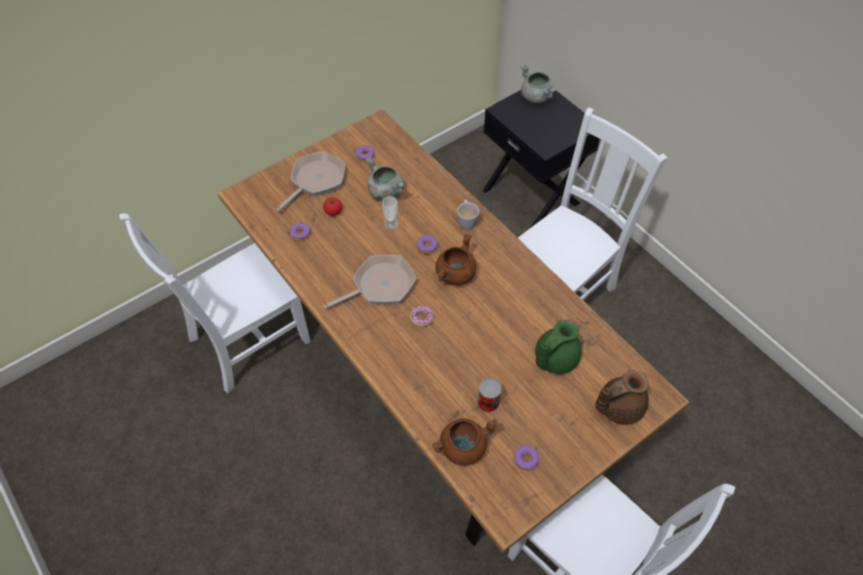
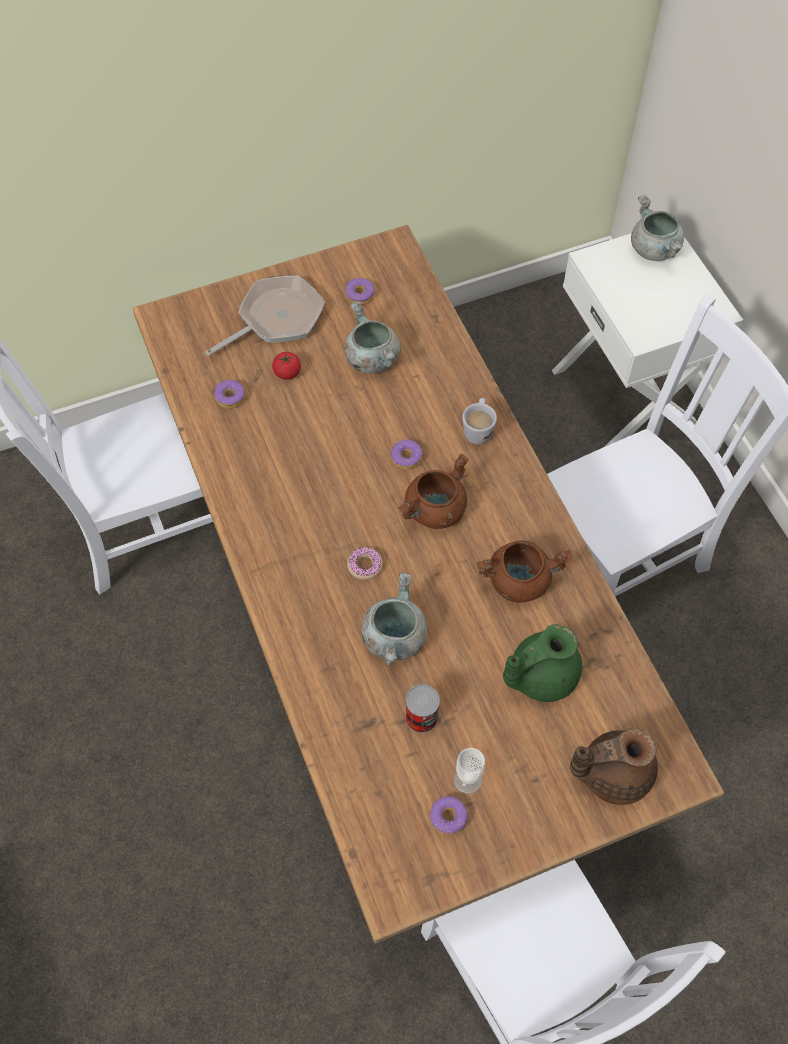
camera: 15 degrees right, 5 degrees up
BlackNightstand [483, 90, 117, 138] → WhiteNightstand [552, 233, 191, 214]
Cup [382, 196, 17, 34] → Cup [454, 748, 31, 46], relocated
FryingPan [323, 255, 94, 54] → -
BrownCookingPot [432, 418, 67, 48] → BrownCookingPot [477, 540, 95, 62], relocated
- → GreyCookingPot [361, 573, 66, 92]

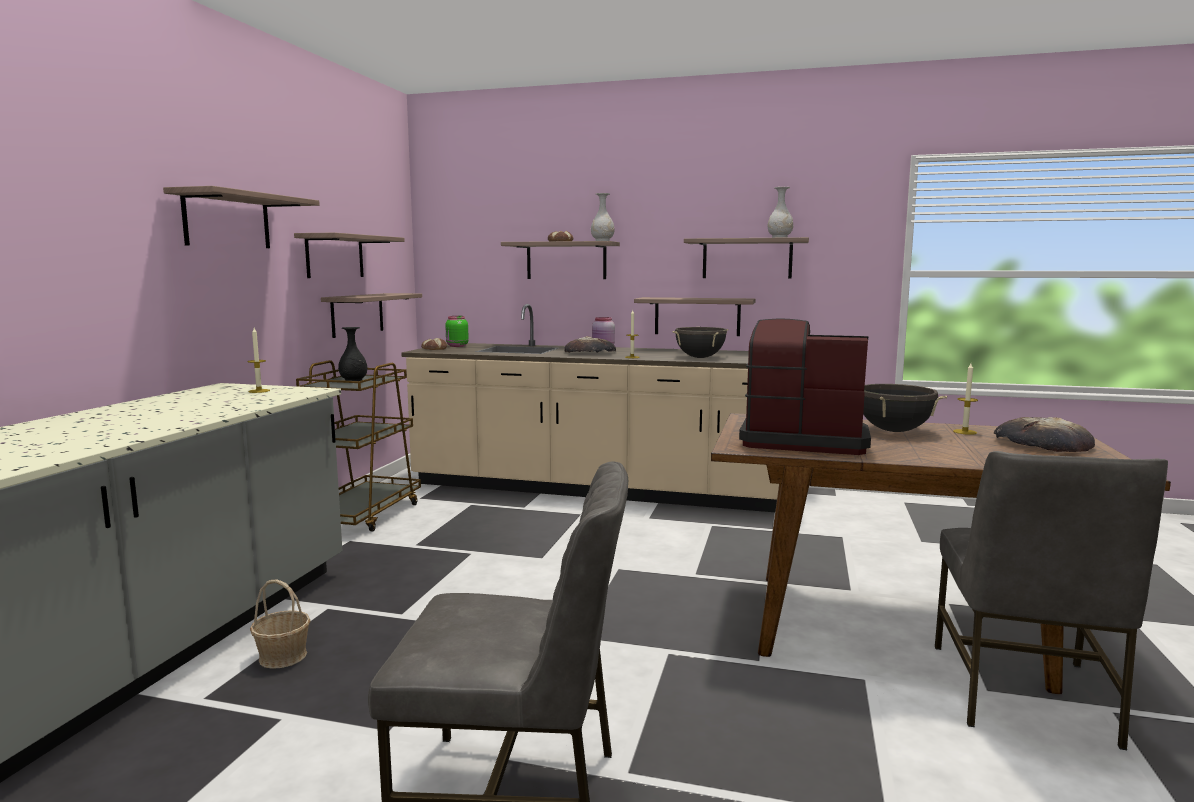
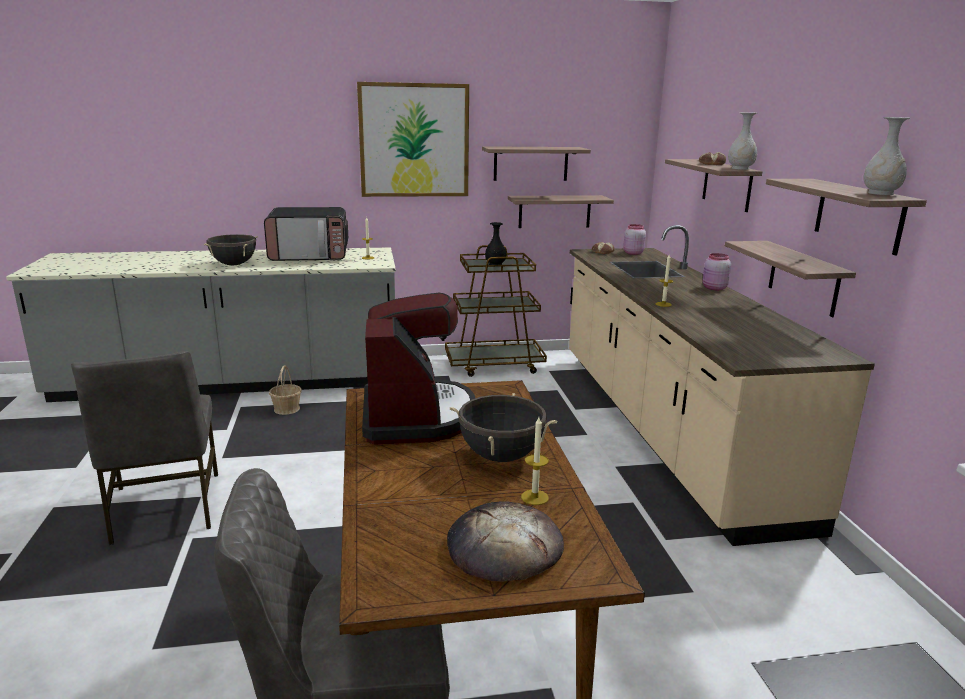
camera: 65 degrees right, 10 degrees up
Shelf [163, 186, 157, 62] → Picture [357, 82, 112, 115]
GreenJar [445, 316, 24, 31] → PinkJar [623, 224, 23, 31]
BlackCookingPot [673, 327, 55, 31] → BlackCookingPot [204, 234, 54, 31], relocated
Bread [564, 336, 52, 17] → -
- → Microwave [264, 207, 84, 54]

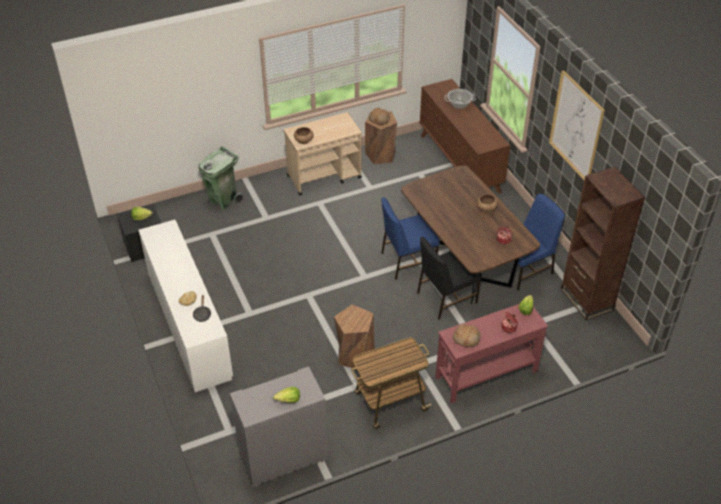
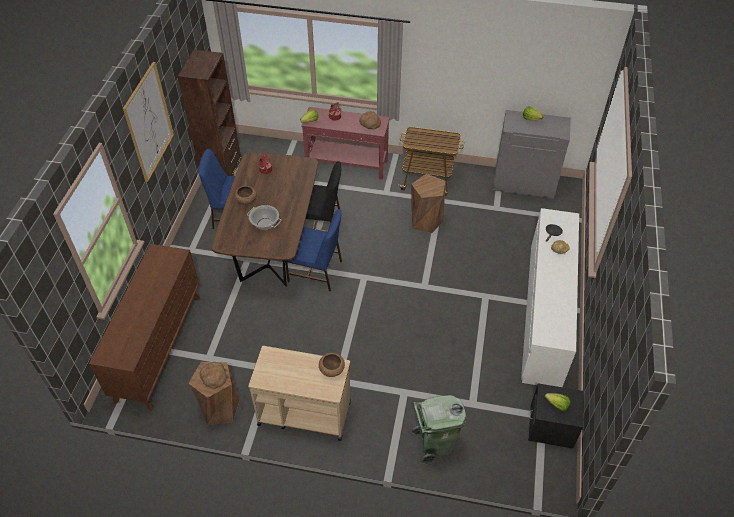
camera: 145 degrees left, 5 degrees up
CookingPot [445, 89, 31, 20] → CookingPot [247, 205, 34, 25], relocated

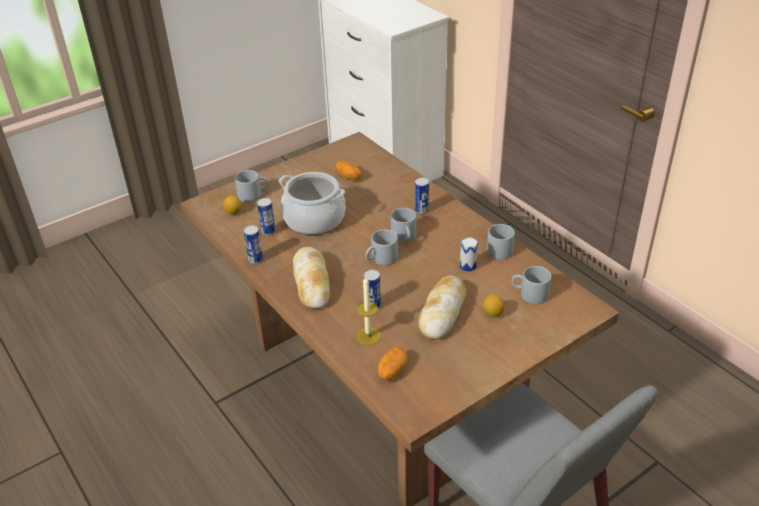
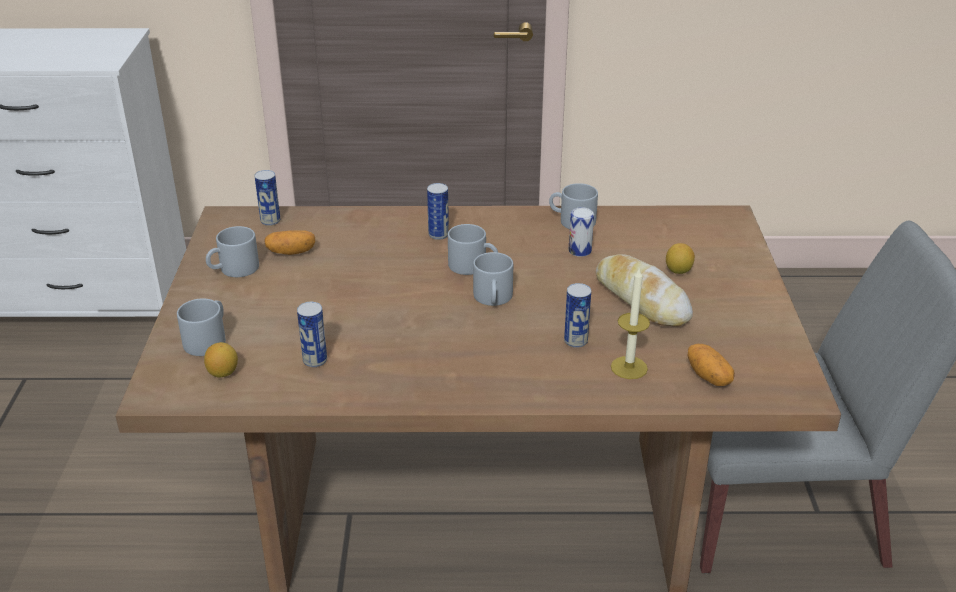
camera: 55 degrees left, 5 degrees down
CookingPot [279, 172, 66, 63] → -
Can [244, 225, 19, 39] → Can [254, 170, 26, 56], relocated
Bread [293, 247, 37, 61] → -
GreyMug [511, 266, 40, 38] → GreyMug [206, 226, 53, 51], relocated

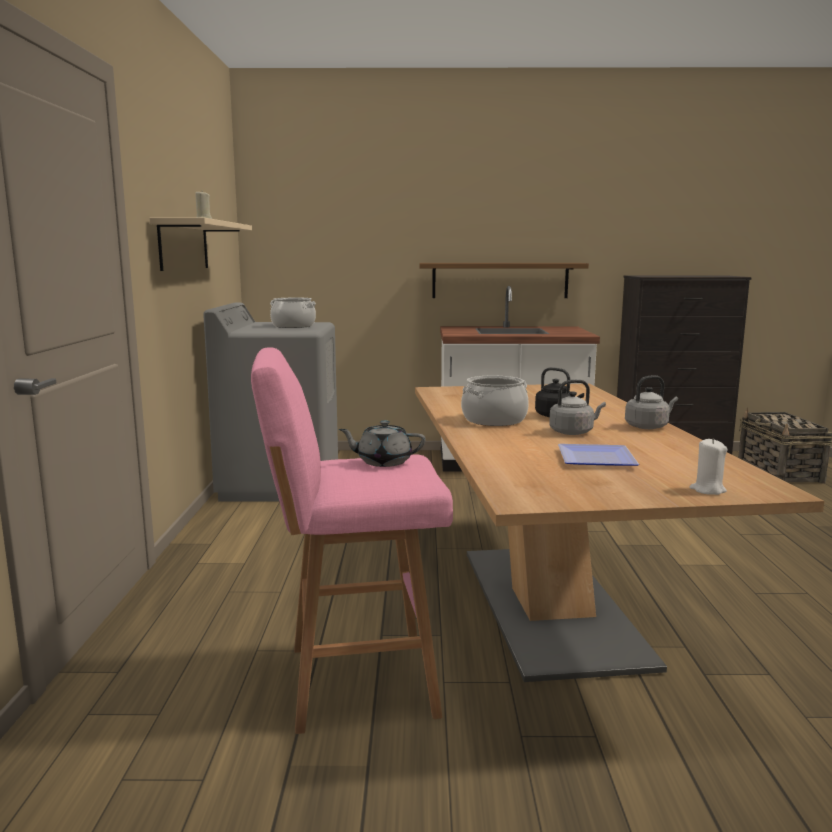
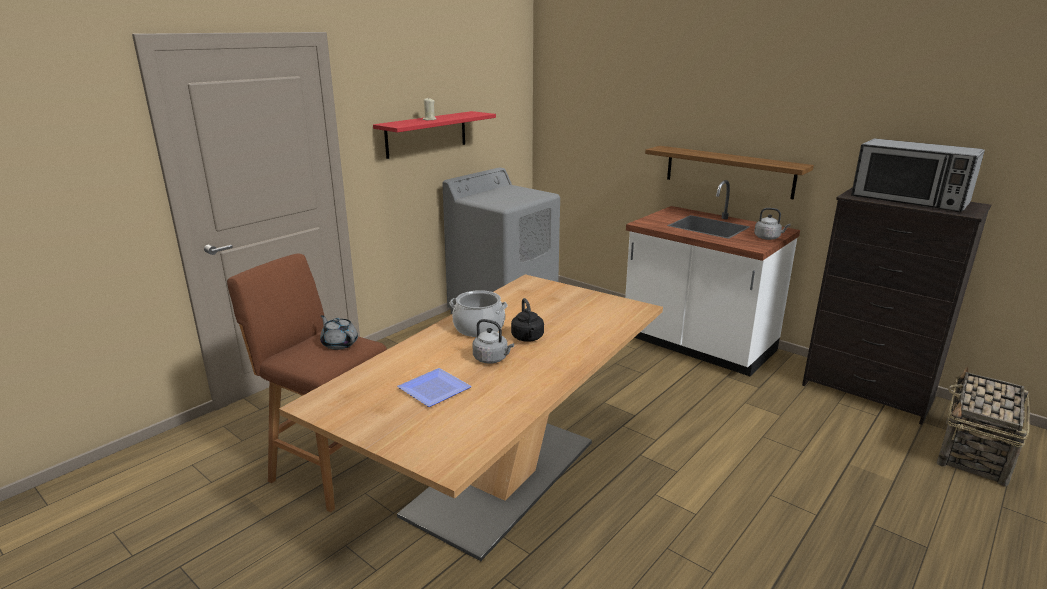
camera: 40 degrees right, 10 degrees up
BeigeShelf [149, 218, 103, 53] → RedShelf [373, 111, 123, 48]
CookingPot [270, 298, 46, 30] → -
PinkStool [251, 347, 202, 387] → BrownStool [227, 253, 160, 259]
GreyKettle [625, 376, 53, 53] → GreyKettle [754, 208, 37, 32], relocated
WhiteCandle [689, 438, 39, 57] → -
- → Microwave [851, 139, 134, 73]

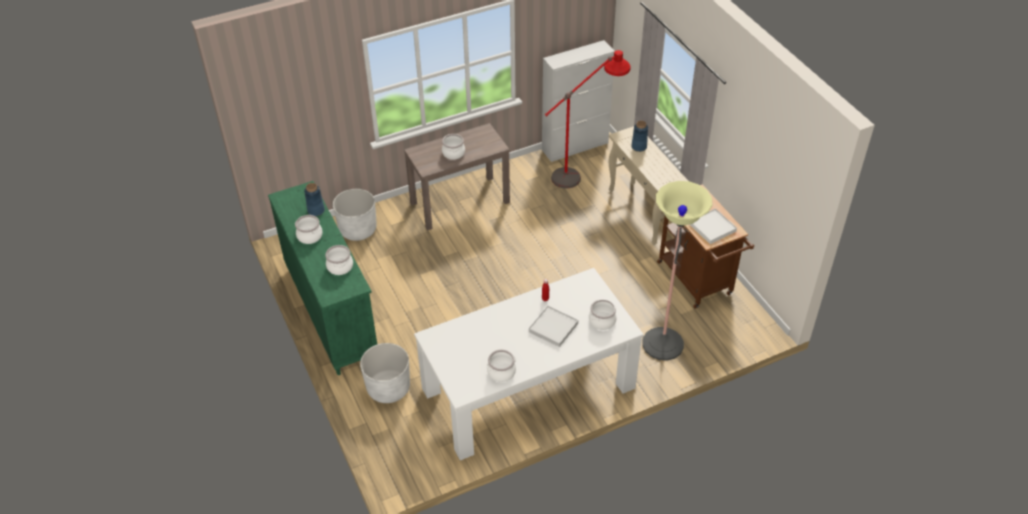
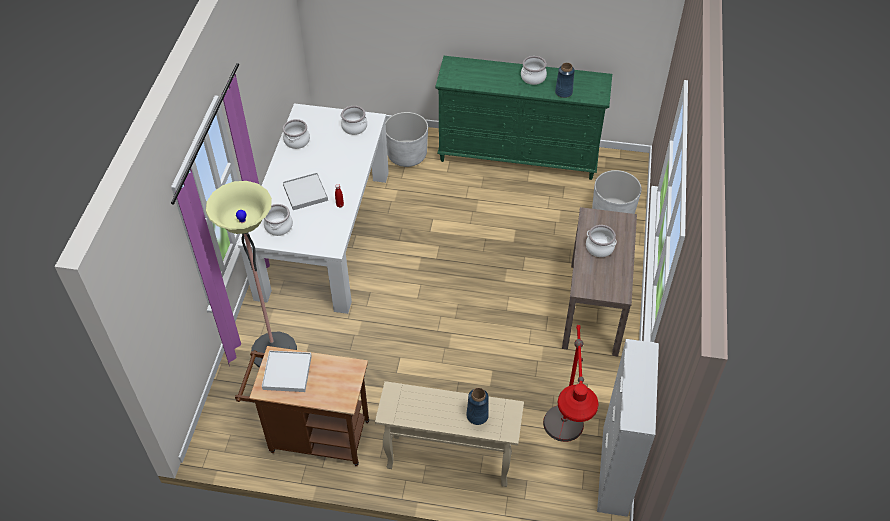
camera: 125 degrees right, 5 degrees up
CookingPot [325, 245, 28, 30] → CookingPot [340, 106, 27, 29], relocated

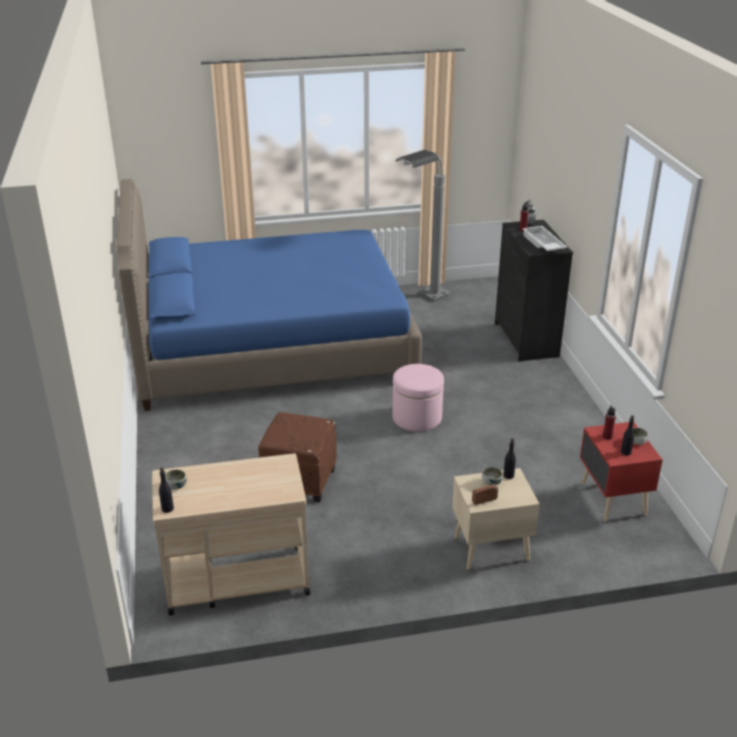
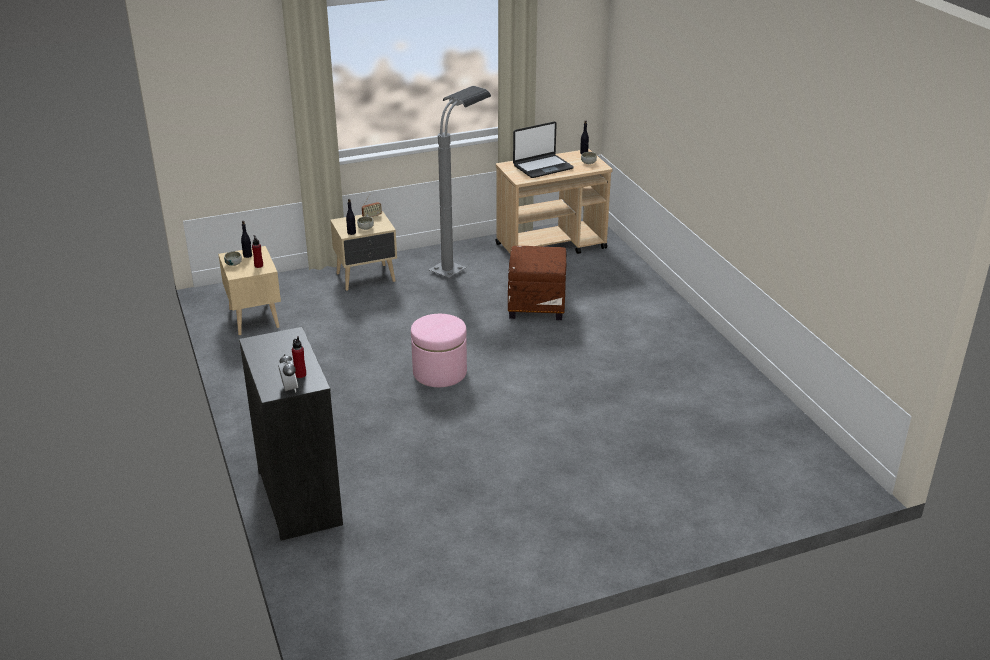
camera: 170 degrees right, 0 degrees up
GreyFloorLamp [396, 150, 55, 150] → GreyFloorLamp [429, 86, 62, 192], relocated
BlueBed [117, 179, 305, 232] → -
WhiteTray [523, 226, 44, 25] → -
RedNightstand [580, 422, 83, 100] → BeigeNightstand [218, 246, 63, 89]
- → Laptop [513, 122, 61, 56]

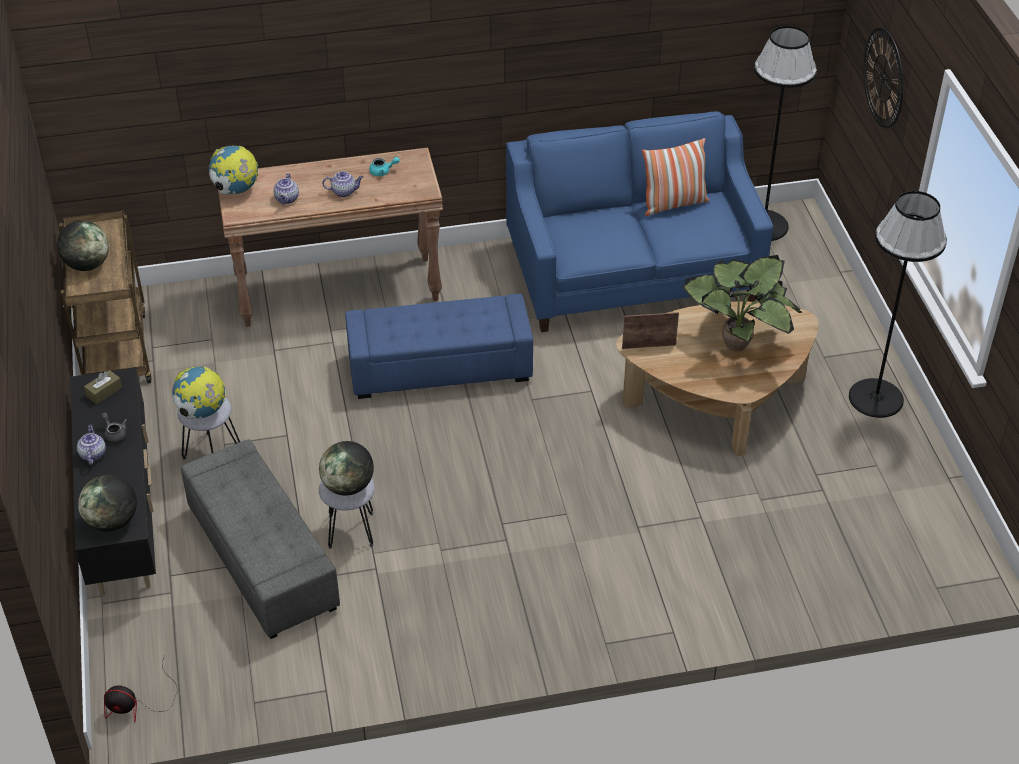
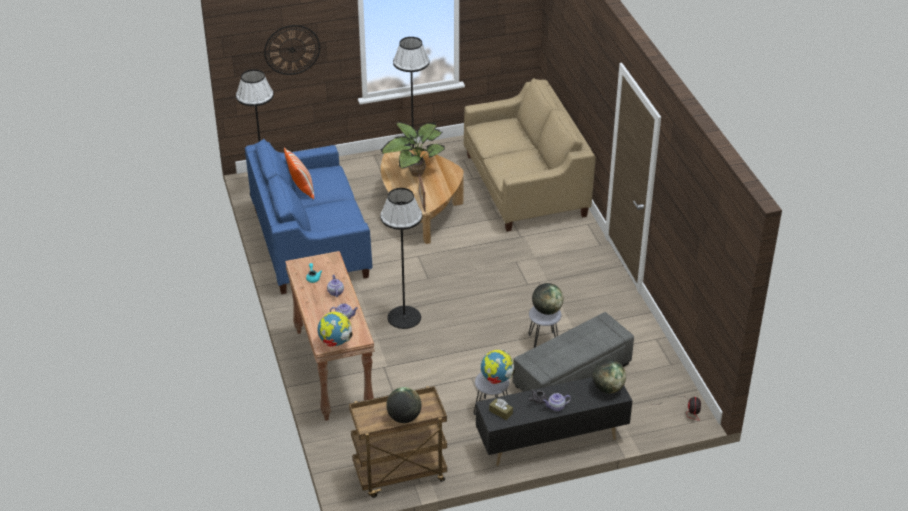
camera: 95 degrees left, 5 degrees down
BlueOttoman [345, 294, 188, 105] → BlackFloorLamp [380, 188, 42, 141]
- → BeigeSofa [464, 78, 132, 154]

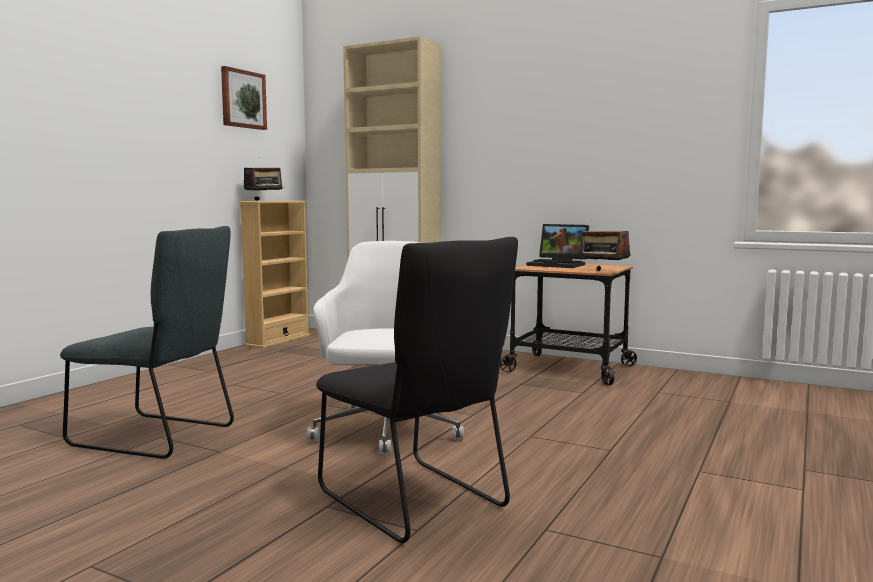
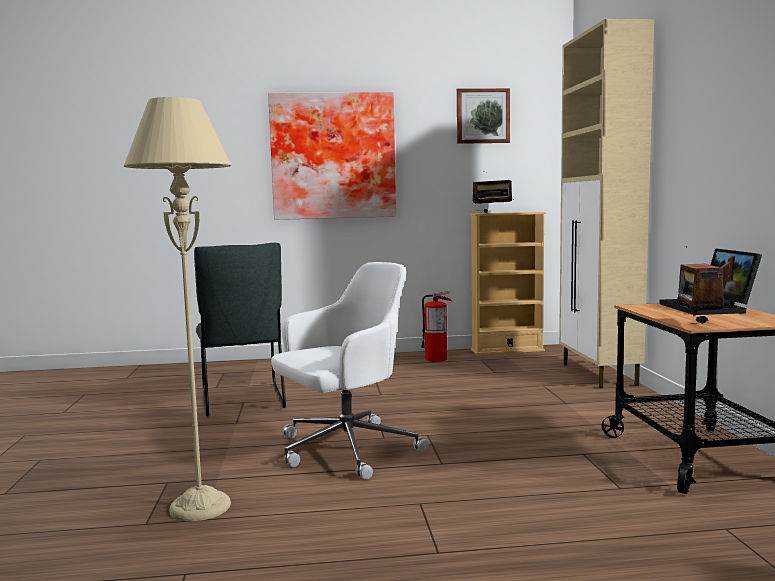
camera: 55 degrees right, 0 degrees up
BlackChair [316, 237, 202, 306] → BeigeFloorLamp [124, 97, 107, 424]
- → Picture [268, 92, 128, 128]
- → FireExtinguisher [421, 290, 31, 72]

